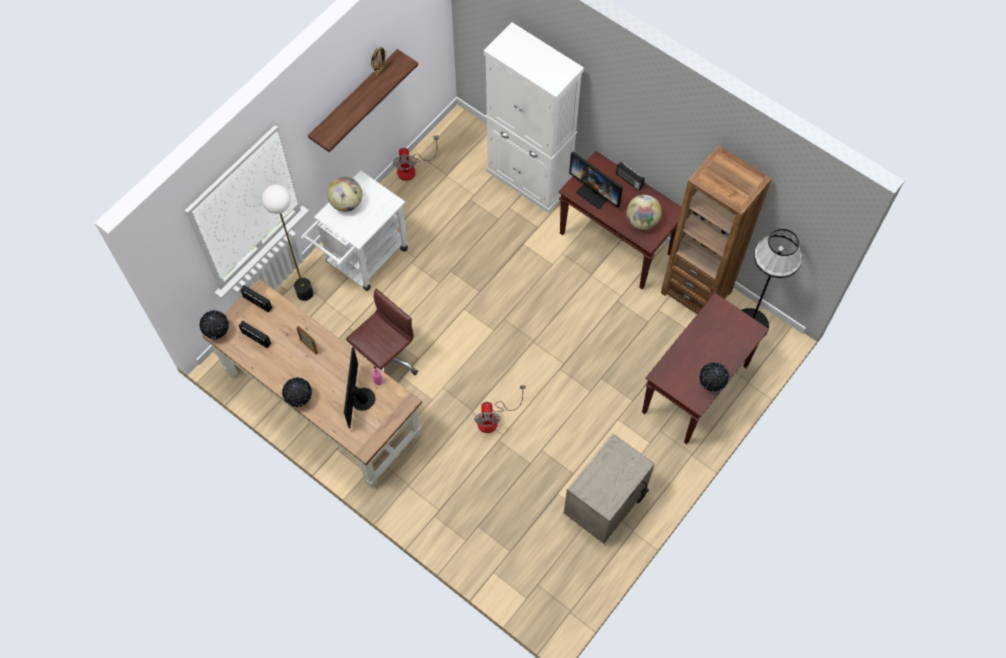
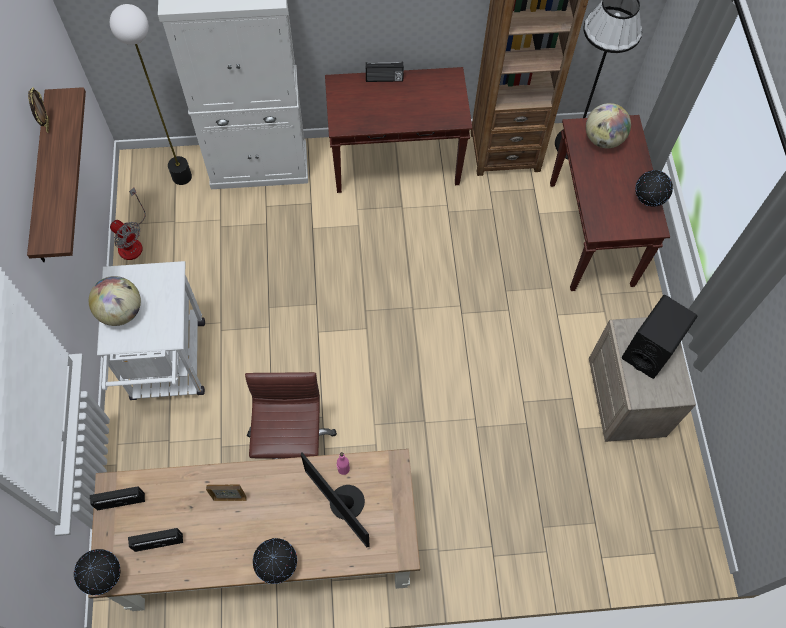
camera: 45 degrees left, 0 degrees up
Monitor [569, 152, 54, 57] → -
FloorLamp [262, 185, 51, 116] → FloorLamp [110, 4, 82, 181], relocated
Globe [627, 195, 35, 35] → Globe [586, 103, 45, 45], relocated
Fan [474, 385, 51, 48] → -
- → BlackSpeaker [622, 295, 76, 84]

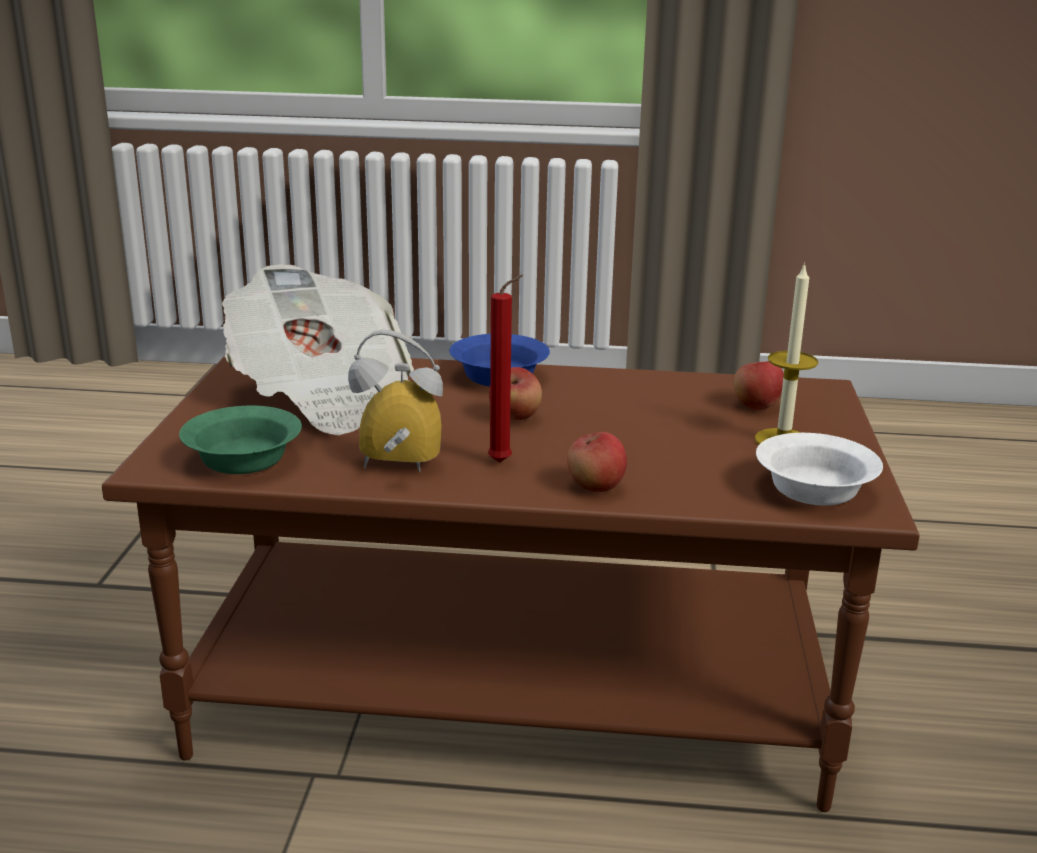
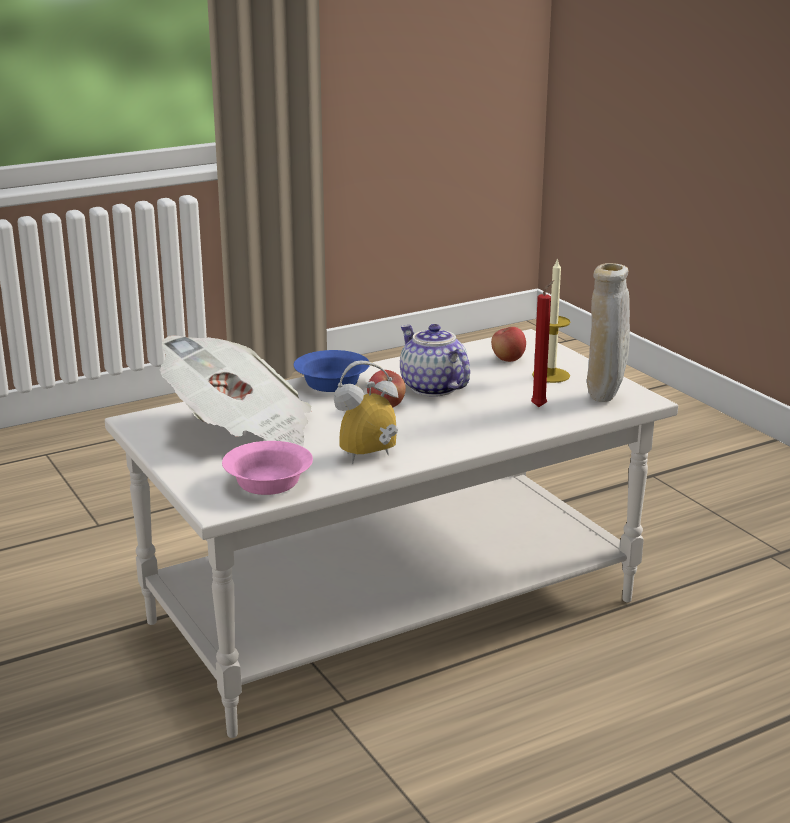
camera: 35 degrees left, 0 degrees up
RedCandle [488, 275, 35, 188] → RedCandle [531, 280, 23, 127], relocated
BrownCoffeeTable [102, 356, 818, 456] → WhiteCoffeeTable [105, 329, 573, 409]
GreenBowl [179, 406, 123, 68] → PinkBowl [222, 441, 91, 54]
Apple [567, 432, 60, 60] → -
WhiteBowl [756, 433, 127, 73] → BeigeVase [587, 263, 43, 139]
- → Teapot [400, 324, 70, 73]

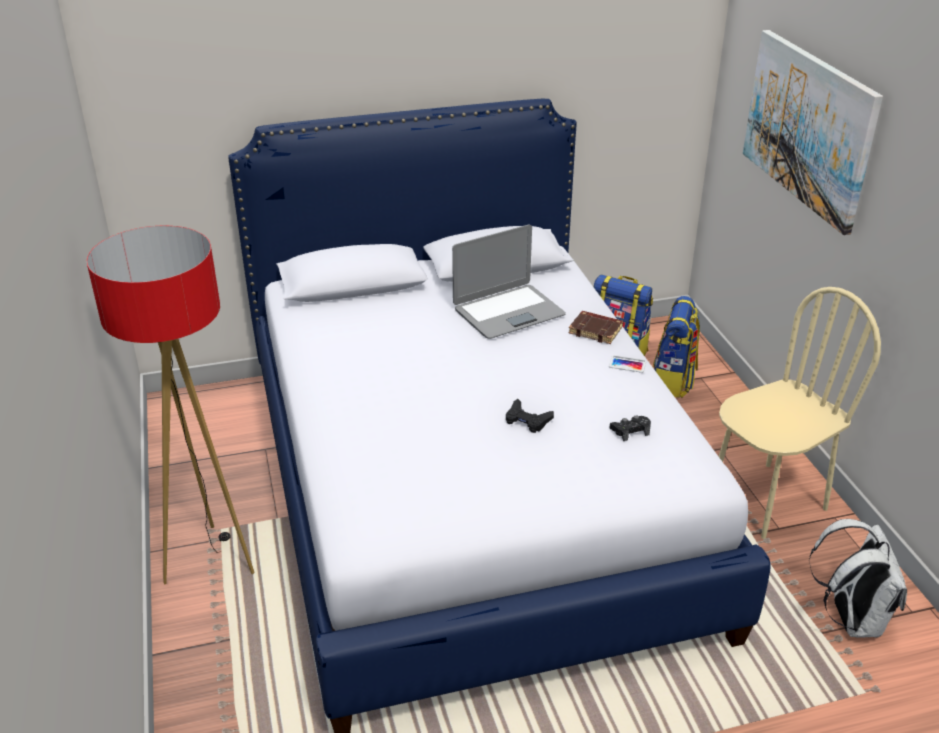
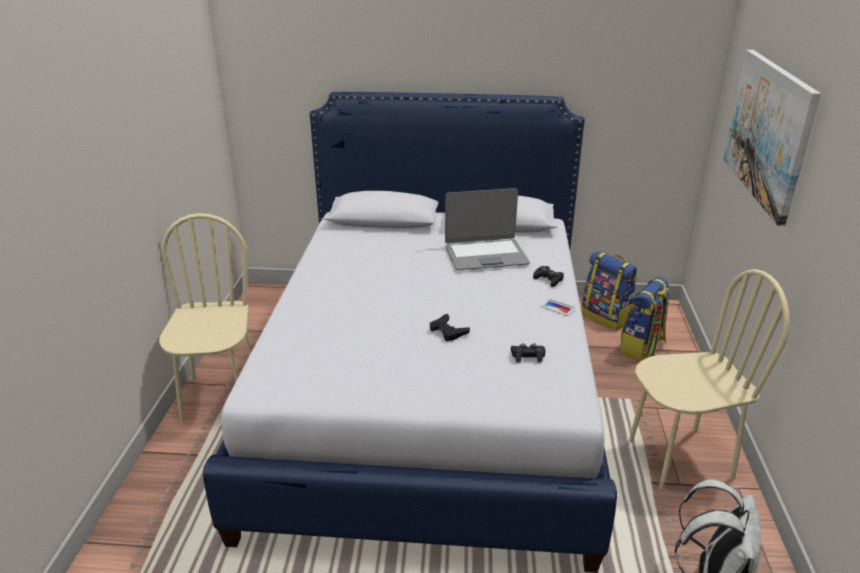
camera: 20 degrees right, 5 degrees down
FloorLamp [87, 226, 168, 359] → BeigeChair [159, 213, 93, 210]
BrownBook [568, 311, 55, 33] → BlackGameController [533, 266, 31, 21]

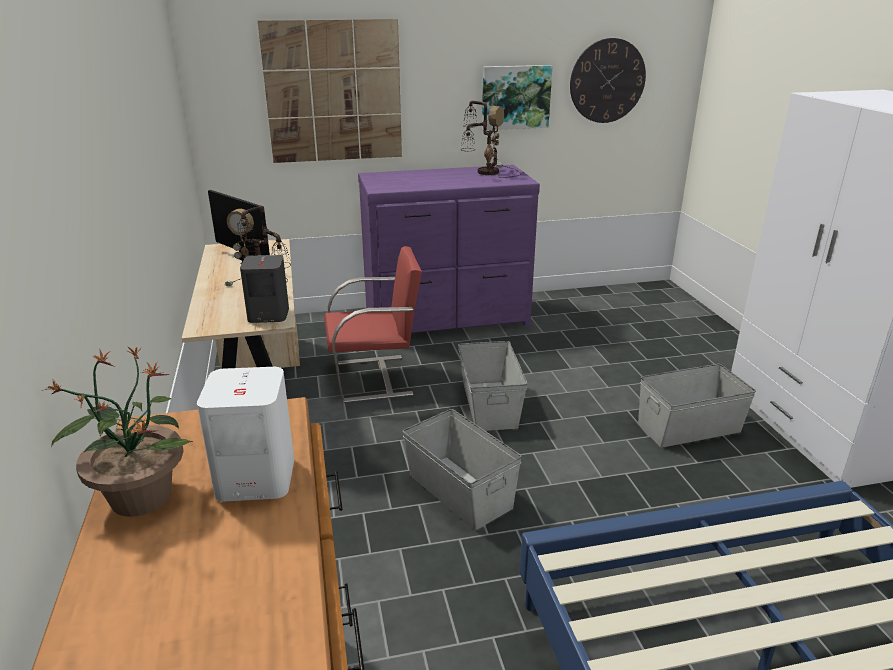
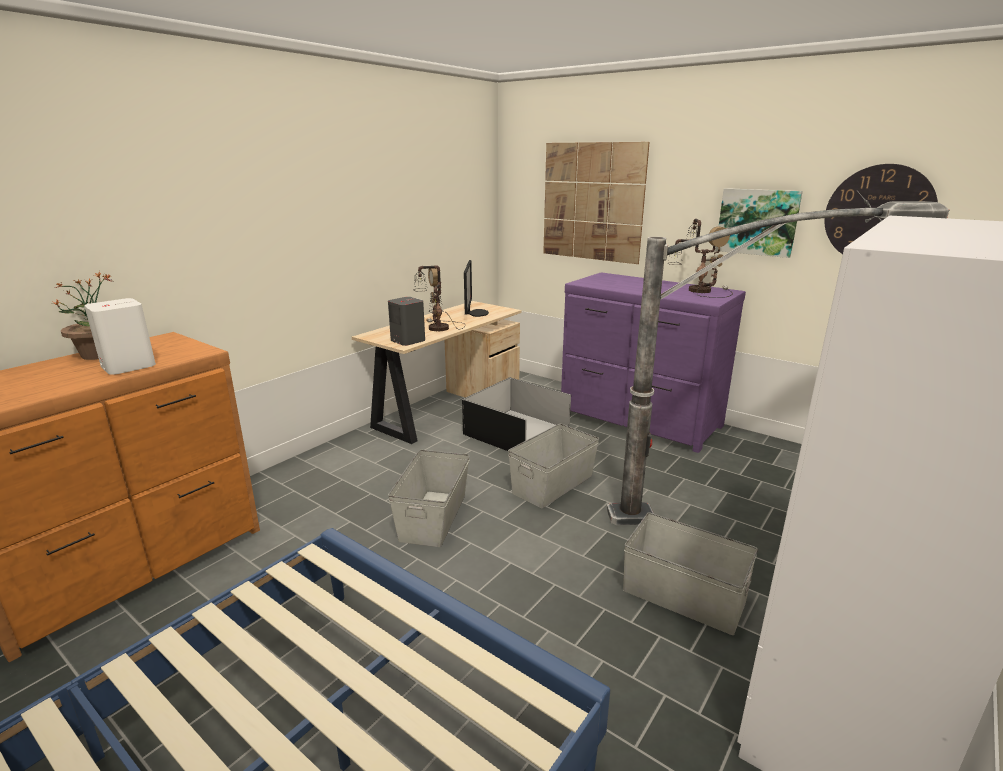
camera: 50 degrees right, 5 degrees down
RedChair [324, 246, 98, 157] → BlackStorageBox [462, 377, 109, 74]
- → FloorLamp [607, 201, 342, 324]

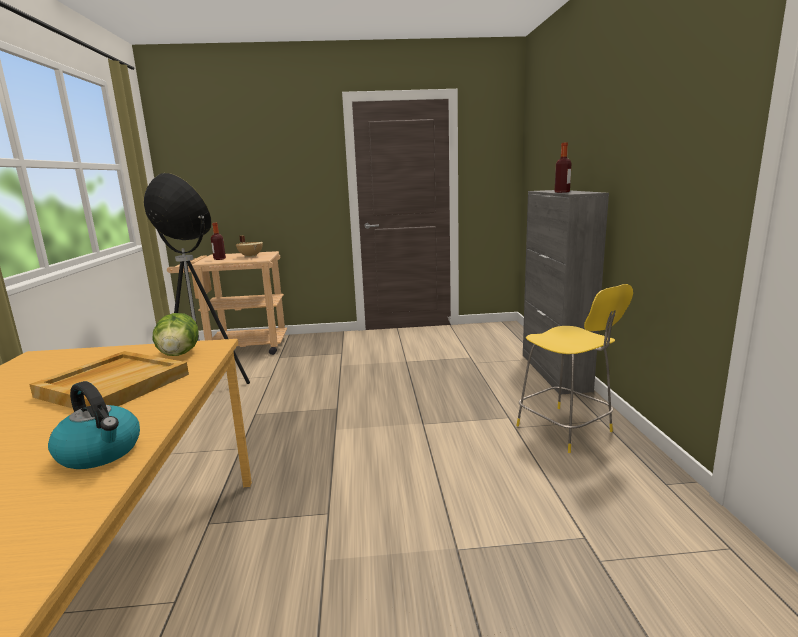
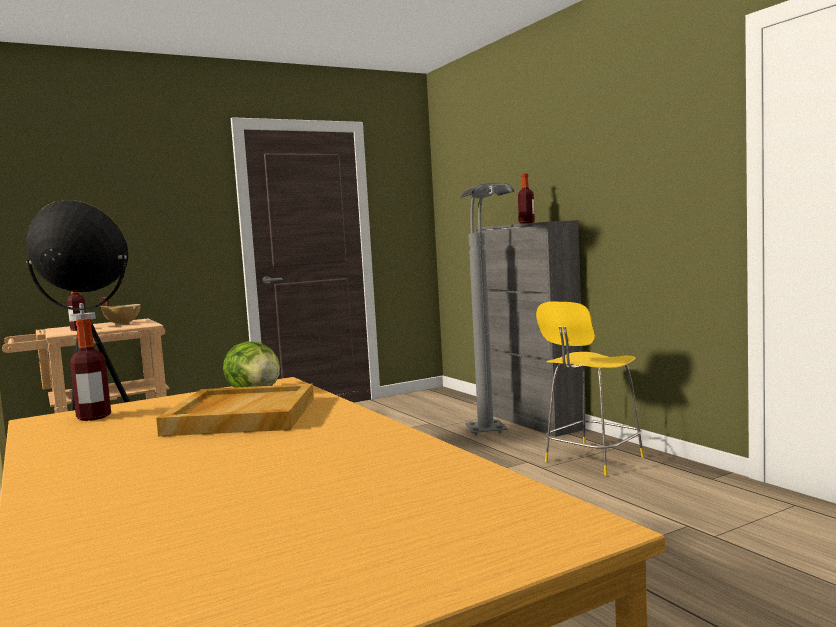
camera: 25 degrees left, 10 degrees down
YellowChair [516, 284, 117, 169] → YellowChair [536, 301, 108, 175], 105 degrees clockwise
Kettle [48, 381, 92, 88] → -
- → GreyFloorLamp [461, 183, 53, 252]
- → Bottle [70, 318, 41, 103]

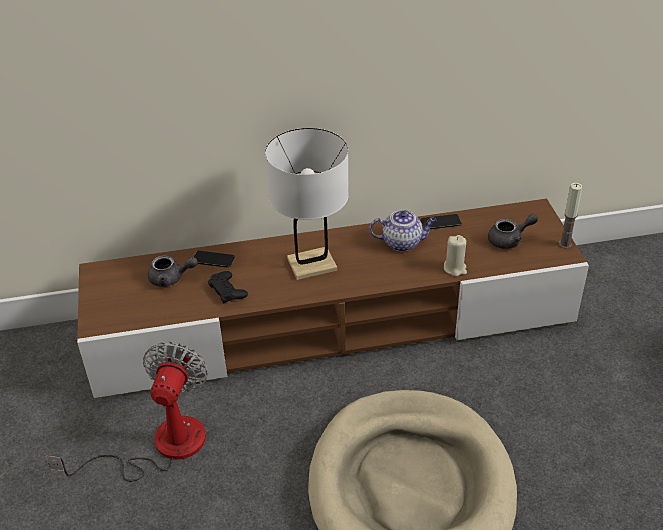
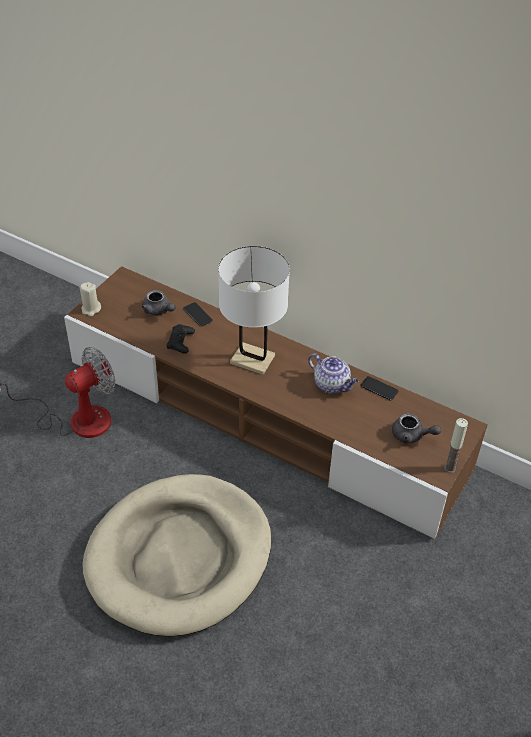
camera: 40 degrees right, 5 degrees up
BeigeCandle [444, 235, 23, 41] → BeigeCandle [80, 282, 21, 34], relocated

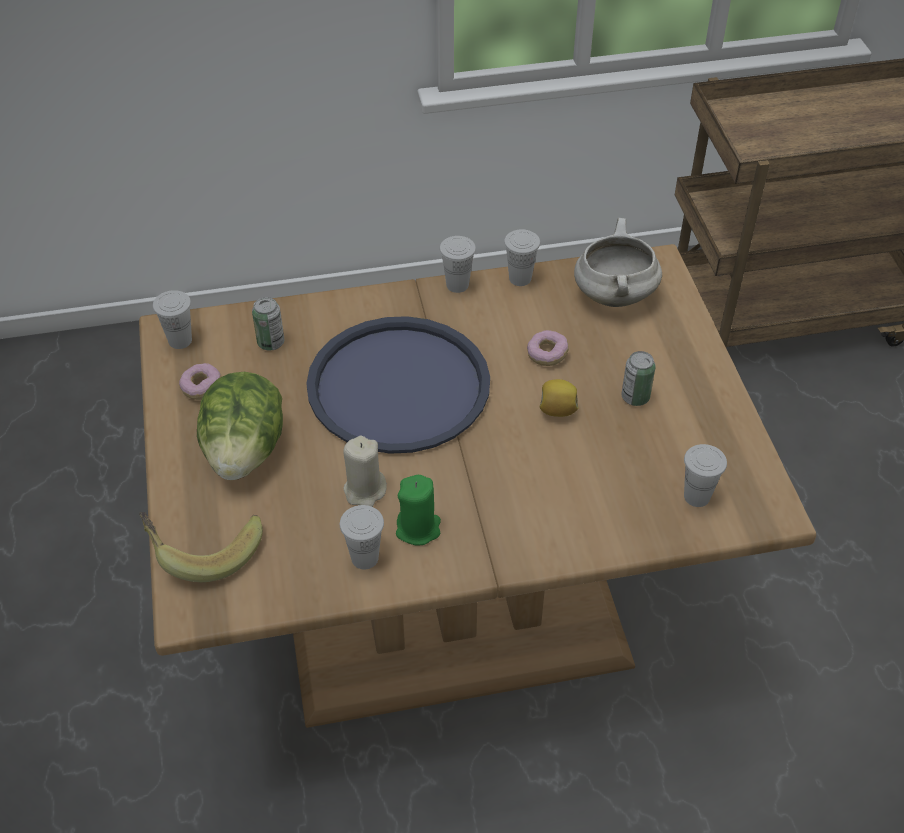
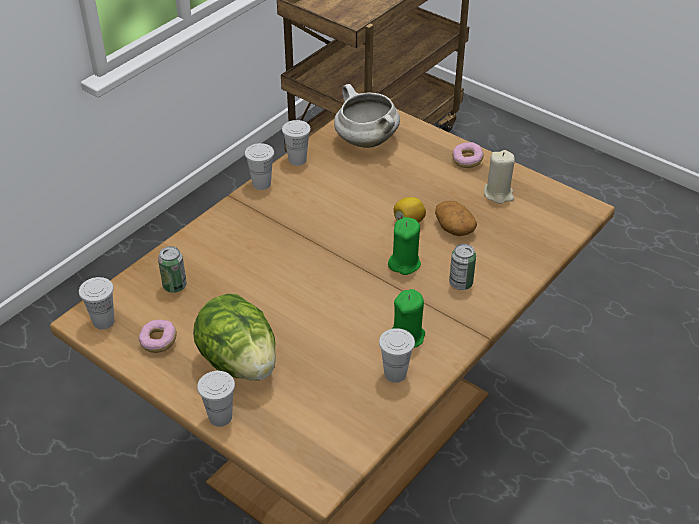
camera: 40 degrees left, 5 degrees down
BlueTray [306, 316, 184, 138] → -
Donut [527, 330, 42, 36] → Donut [452, 142, 32, 26], relocated
Can [621, 351, 35, 55] → Can [449, 244, 27, 46], relocated
BeigeCandle [343, 436, 44, 71] → BeigeCandle [484, 150, 31, 54], relocated
WhiteCup [684, 444, 43, 63] → WhiteCup [197, 371, 38, 56], relocated
Banana [139, 512, 124, 70] → -
- → Potato [435, 201, 42, 35]
- → GreenCandle [388, 217, 33, 58]

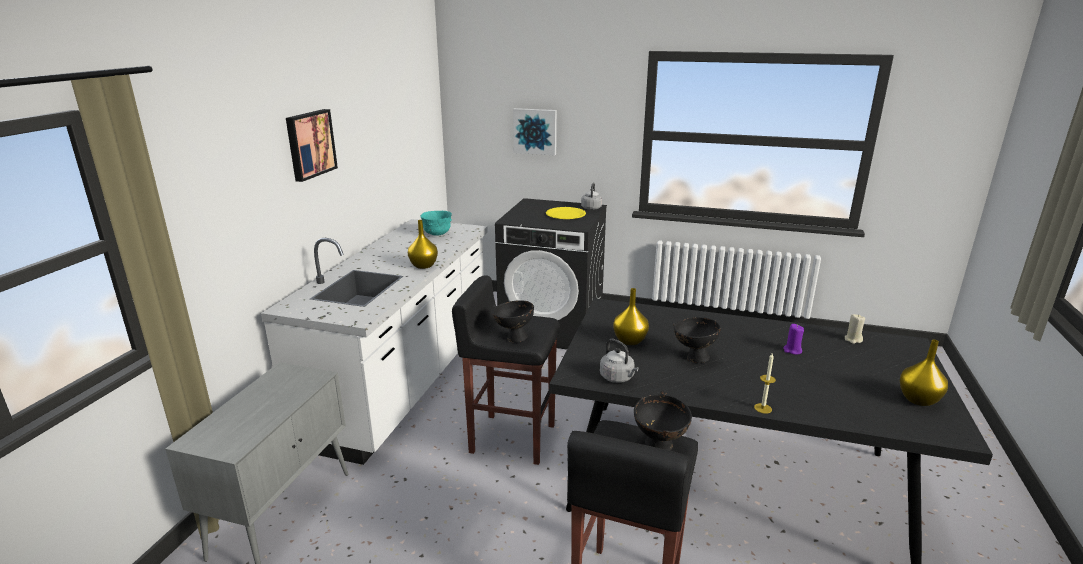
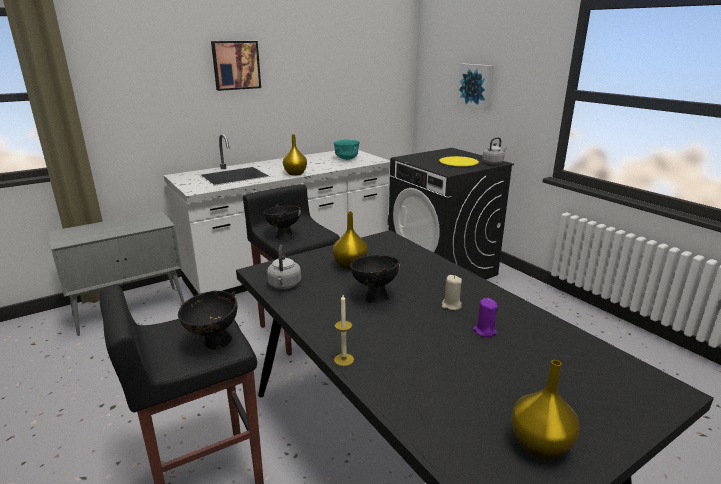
camera: 40 degrees right, 0 degrees up
BeigeCandle [845, 314, 20, 30] → BeigeCandle [442, 275, 20, 35], relocated

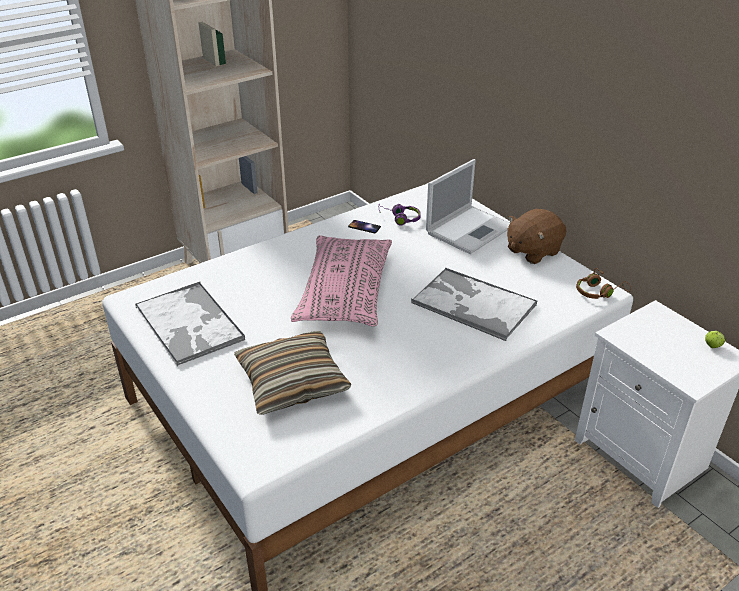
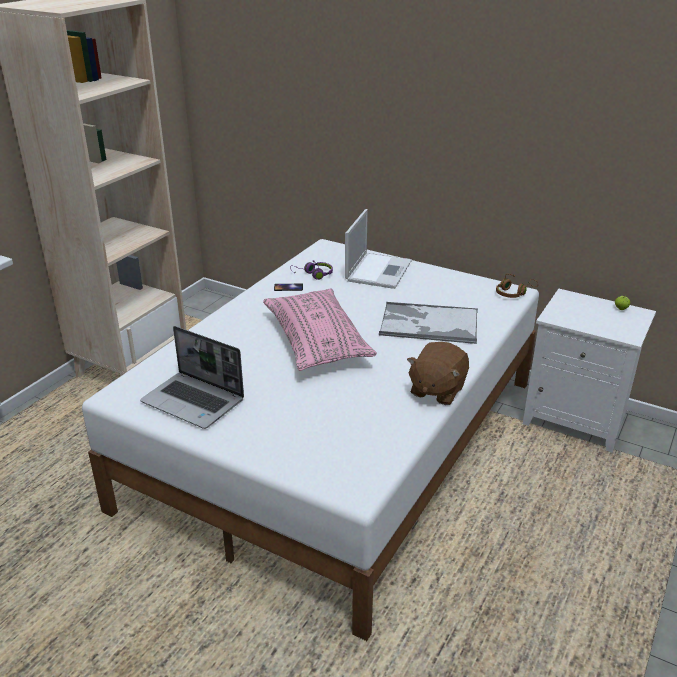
camera: 25 degrees left, 5 degrees down
BrownPlushToy [507, 209, 59, 55] → BrownPlushToy [407, 342, 62, 63], relocated
Tray [135, 282, 111, 84] → Laptop [140, 326, 104, 103]
Pillow [234, 331, 117, 84] → -

